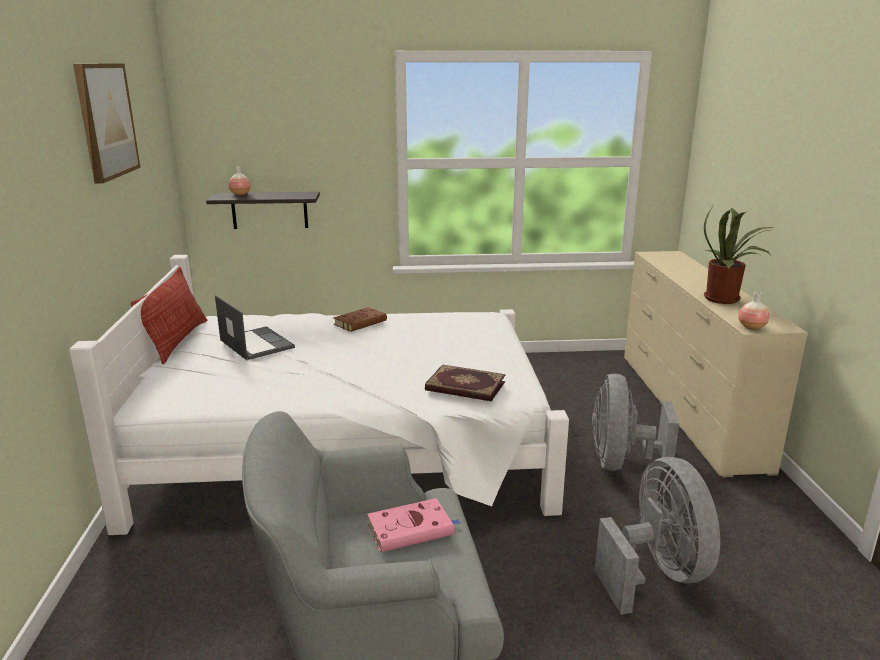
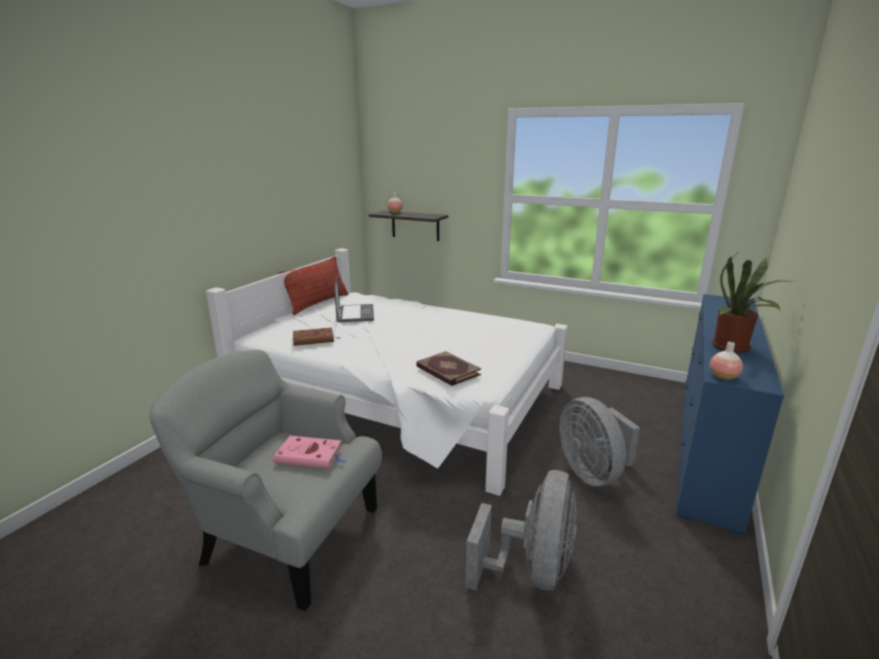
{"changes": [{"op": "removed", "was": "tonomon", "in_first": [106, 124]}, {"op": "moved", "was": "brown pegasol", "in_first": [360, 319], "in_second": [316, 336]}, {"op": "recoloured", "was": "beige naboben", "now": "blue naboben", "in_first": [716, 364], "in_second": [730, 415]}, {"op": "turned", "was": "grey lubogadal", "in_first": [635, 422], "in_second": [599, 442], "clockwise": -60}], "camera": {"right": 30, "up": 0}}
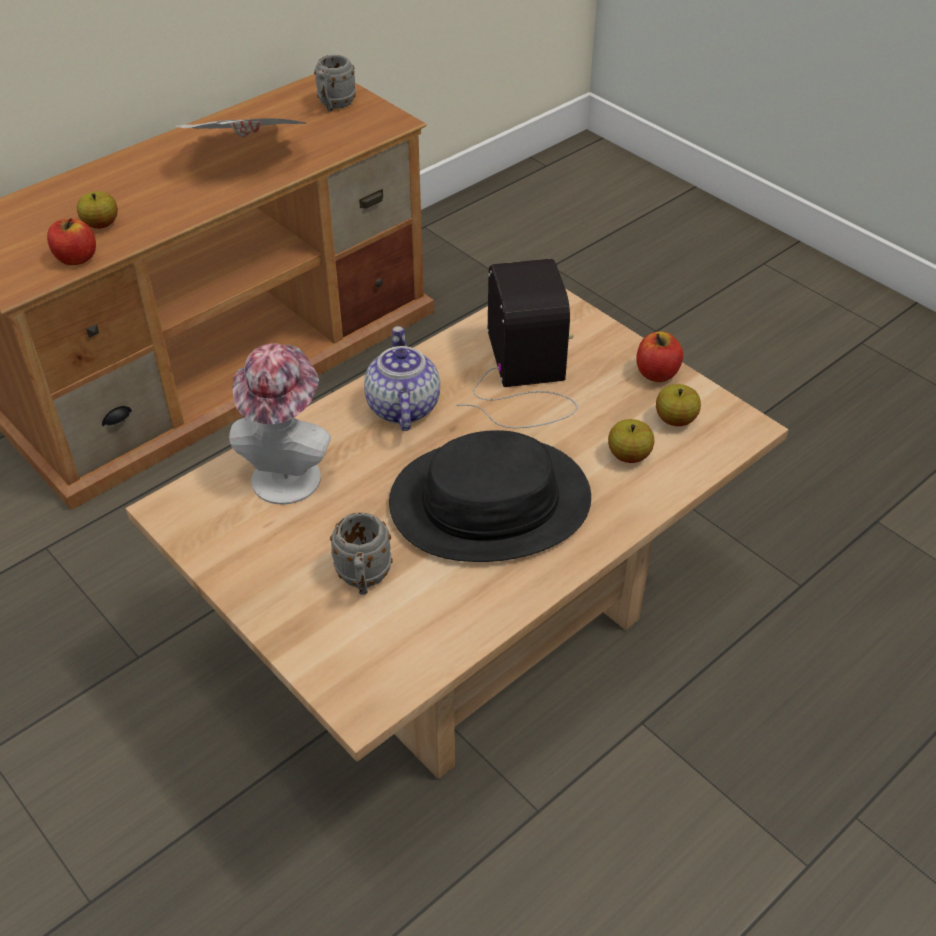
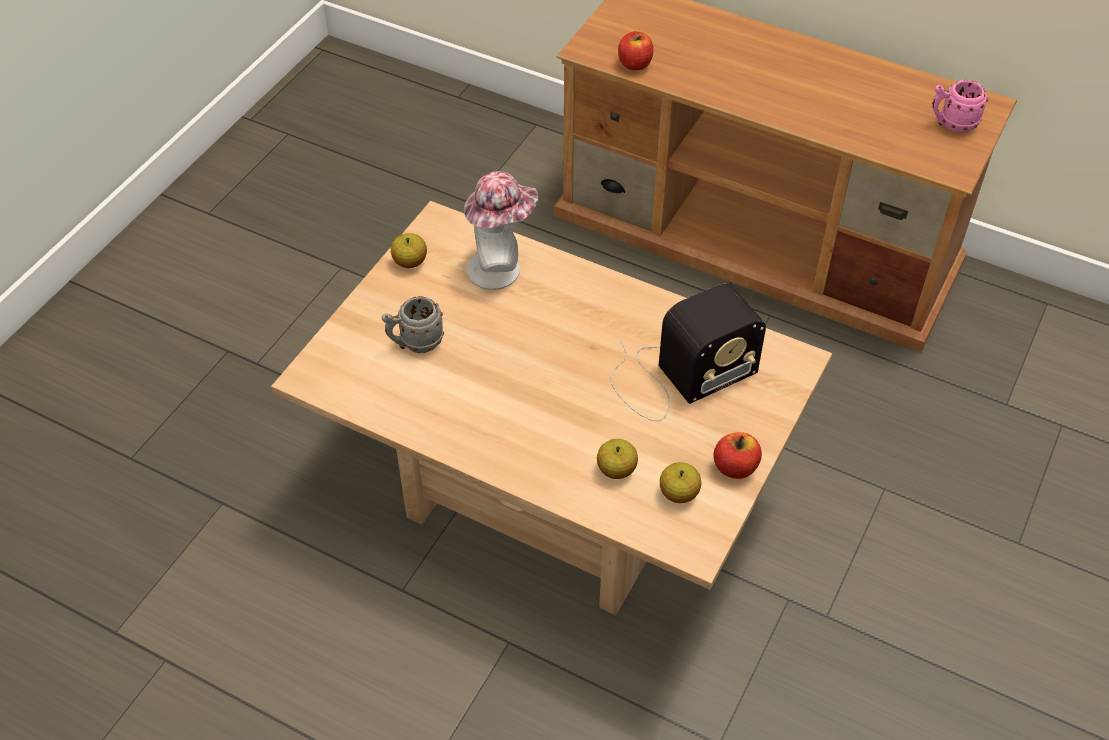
{"changes": [{"op": "removed", "was": "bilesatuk", "in_first": [241, 127]}, {"op": "removed", "was": "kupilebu", "in_first": [402, 378]}, {"op": "removed", "was": "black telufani", "in_first": [490, 496]}, {"op": "moved", "was": "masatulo", "in_first": [97, 210], "in_second": [409, 250]}, {"op": "recoloured", "was": "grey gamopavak", "now": "pink gamopavak", "in_first": [335, 83], "in_second": [960, 106]}], "camera": {"right": 70, "up": 5}}
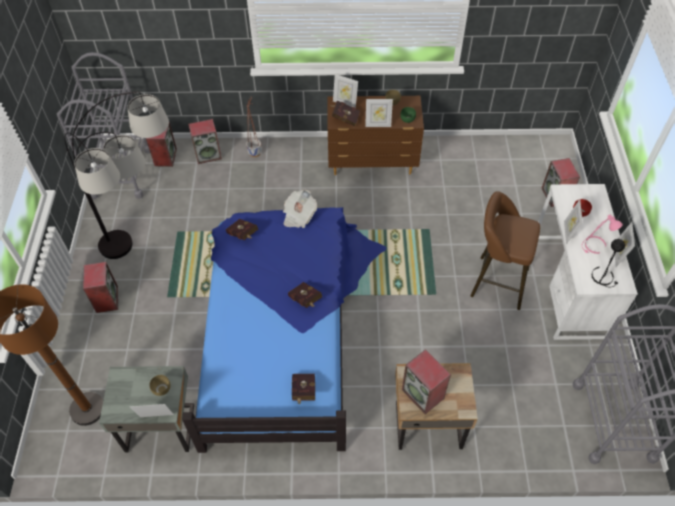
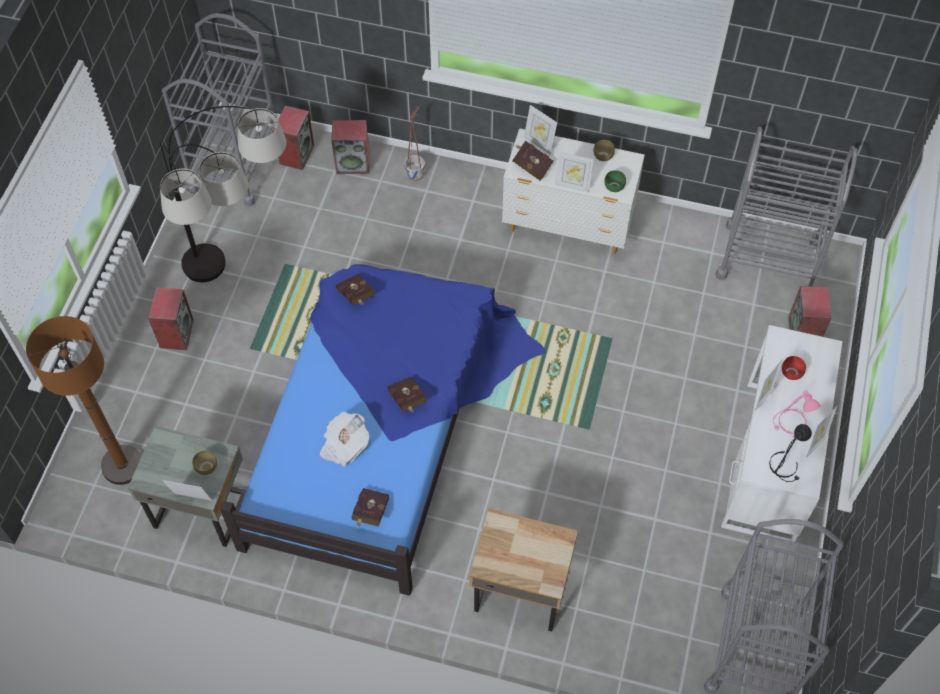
{"changes": [{"op": "removed", "was": "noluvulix", "in_first": [426, 381]}, {"op": "removed", "was": "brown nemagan", "in_first": [505, 250]}, {"op": "added", "now": "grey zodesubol", "in_second": [786, 206]}, {"op": "moved", "was": "bilesatuk", "in_first": [300, 209], "in_second": [344, 439]}, {"op": "recoloured", "was": "brown naboben", "now": "white naboben", "in_first": [376, 135], "in_second": [573, 191]}], "camera": {"right": 15, "up": 5}}
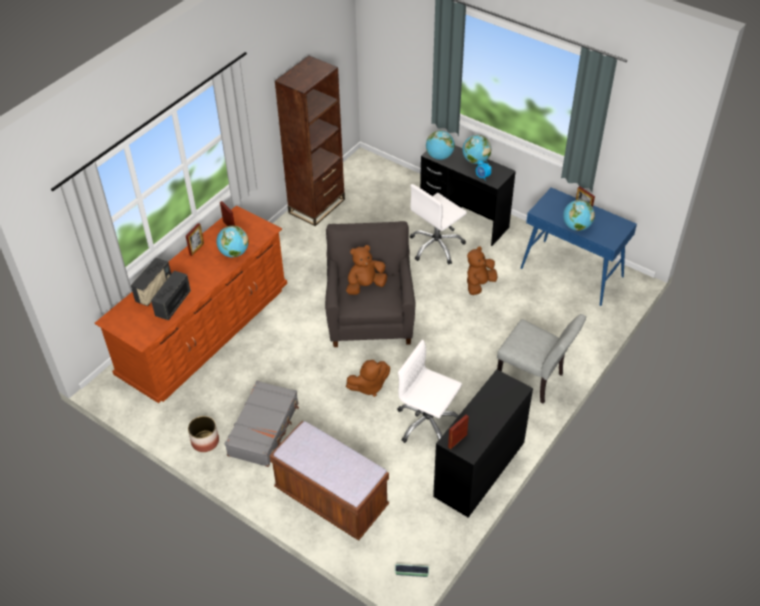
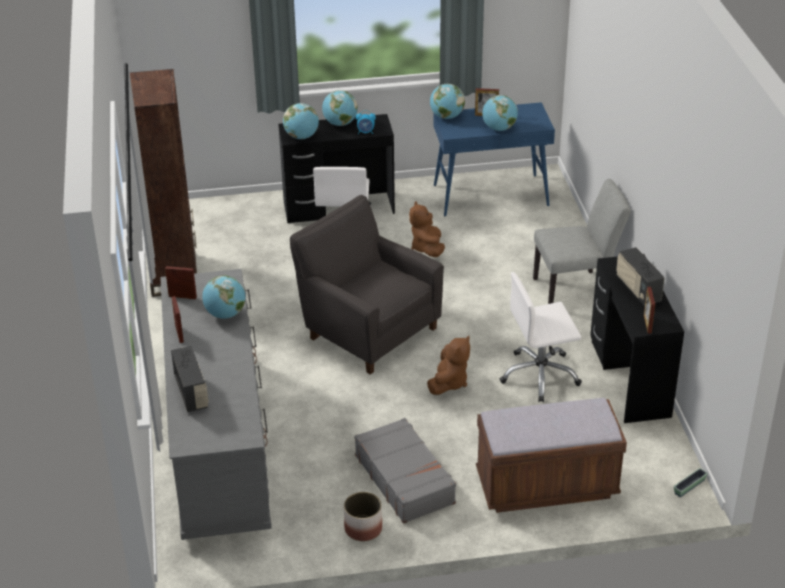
{"changes": [{"op": "removed", "was": "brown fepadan", "in_first": [366, 270]}, {"op": "added", "now": "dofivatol", "in_second": [447, 101]}, {"op": "moved", "was": "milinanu", "in_first": [171, 295], "in_second": [640, 276]}, {"op": "recoloured", "was": "brown naboben", "now": "grey naboben", "in_first": [191, 304], "in_second": [216, 404]}], "camera": {"right": -45, "up": -10}}
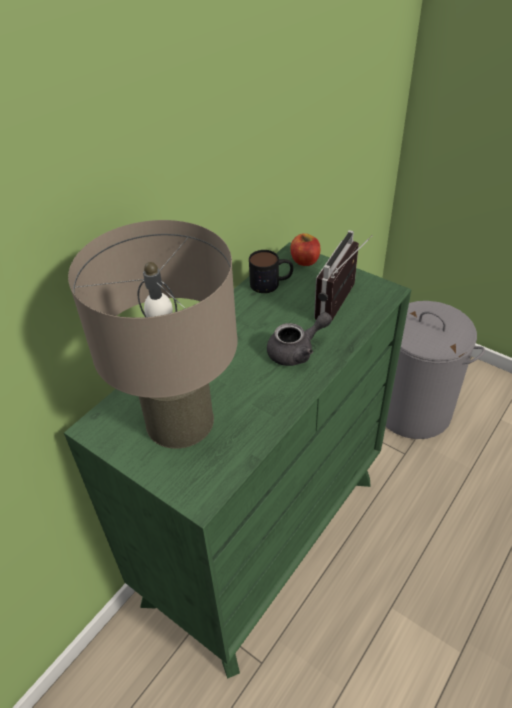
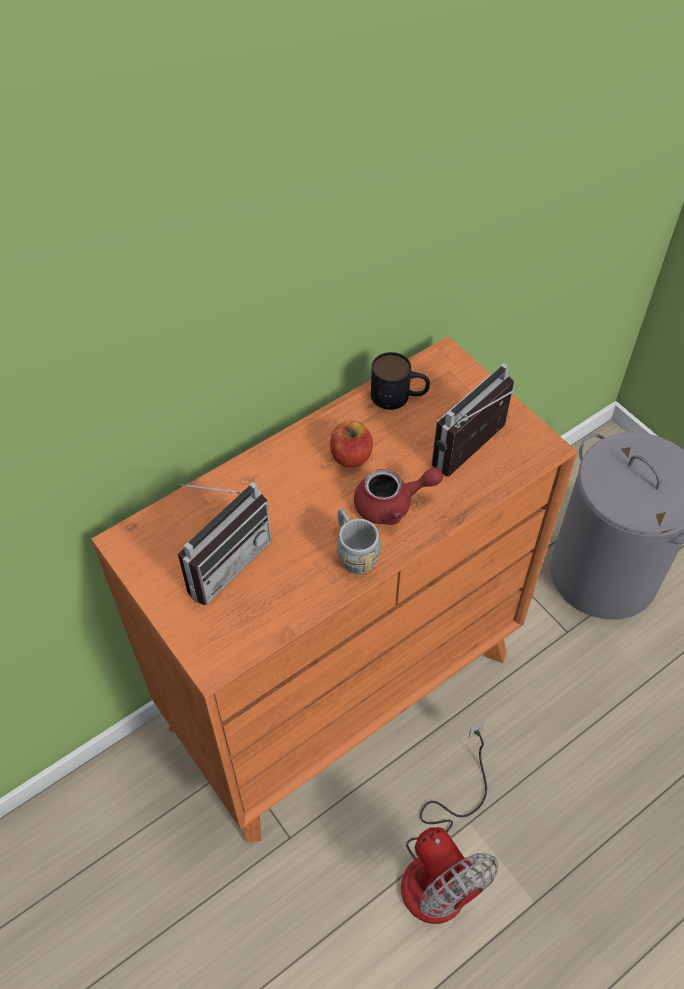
{"changes": [{"op": "added", "now": "grey gamopavak", "in_second": [359, 541]}, {"op": "added", "now": "lubogadal", "in_second": [449, 822]}, {"op": "moved", "was": "masatulo", "in_first": [305, 249], "in_second": [351, 444]}, {"op": "replaced", "was": "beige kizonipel", "now": "milinanu", "in_first": [153, 334], "in_second": [224, 544]}, {"op": "recoloured", "was": "green naboben", "now": "orange naboben", "in_first": [238, 460], "in_second": [334, 589]}, {"op": "recoloured", "was": "grey kupilebu", "now": "red kupilebu", "in_first": [299, 339], "in_second": [398, 496]}], "camera": {"right": 15, "up": 10}}
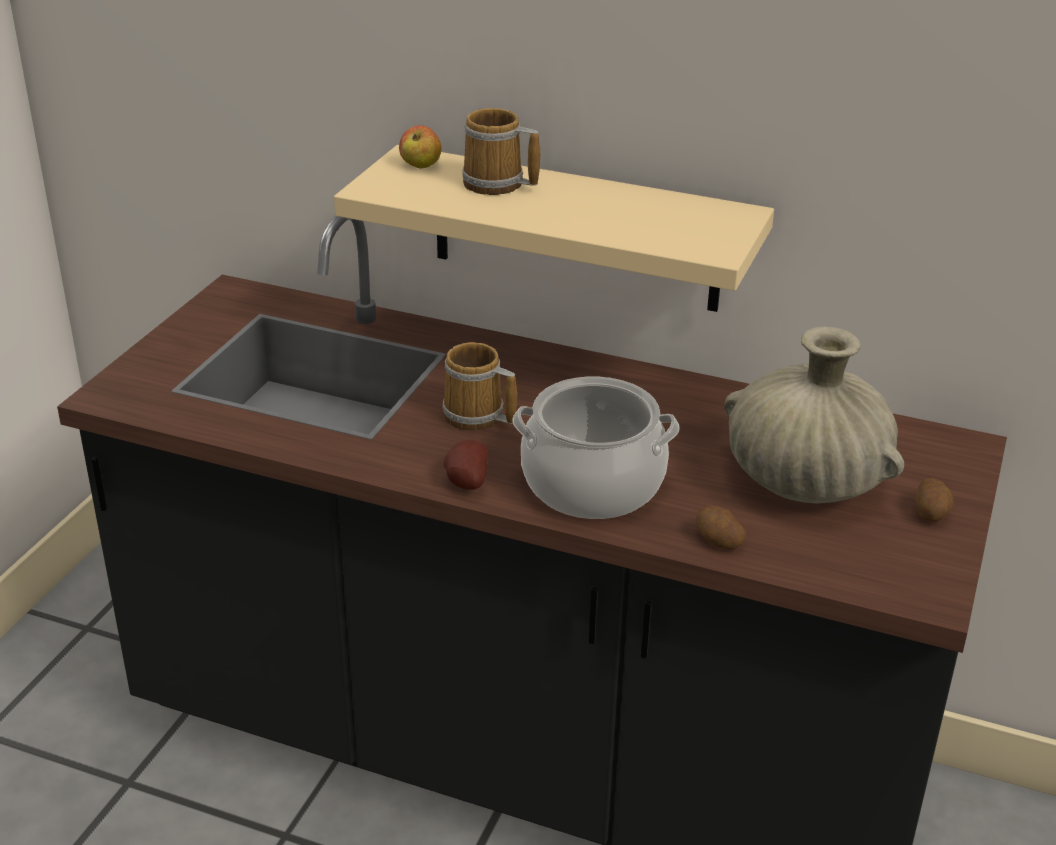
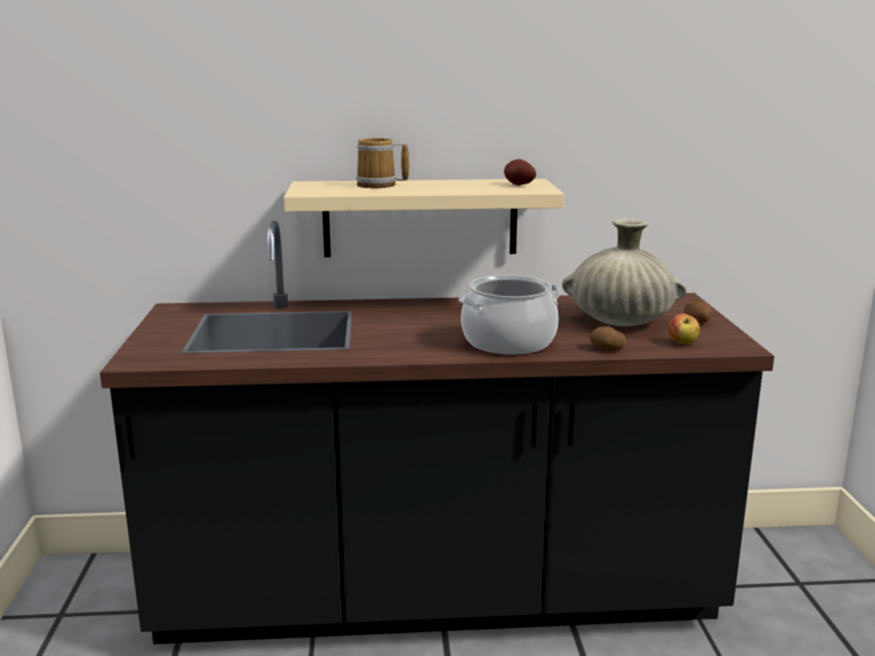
{"changes": [{"op": "removed", "was": "gamopavak", "in_first": [479, 386]}, {"op": "moved", "was": "masatulo", "in_first": [420, 146], "in_second": [684, 329]}, {"op": "moved", "was": "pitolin", "in_first": [466, 464], "in_second": [520, 172]}], "camera": {"right": -25, "up": -15}}
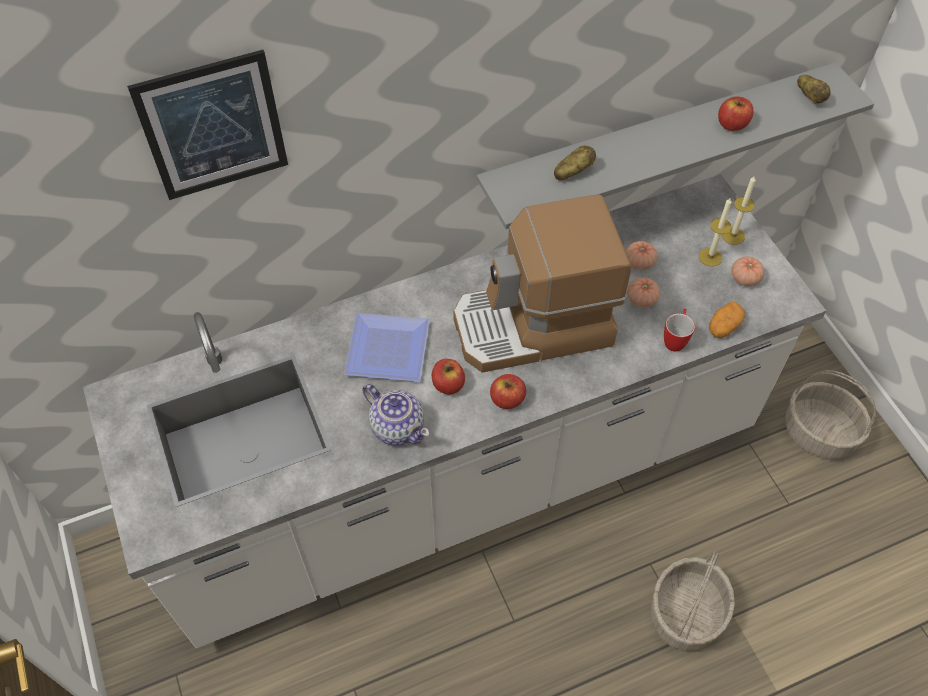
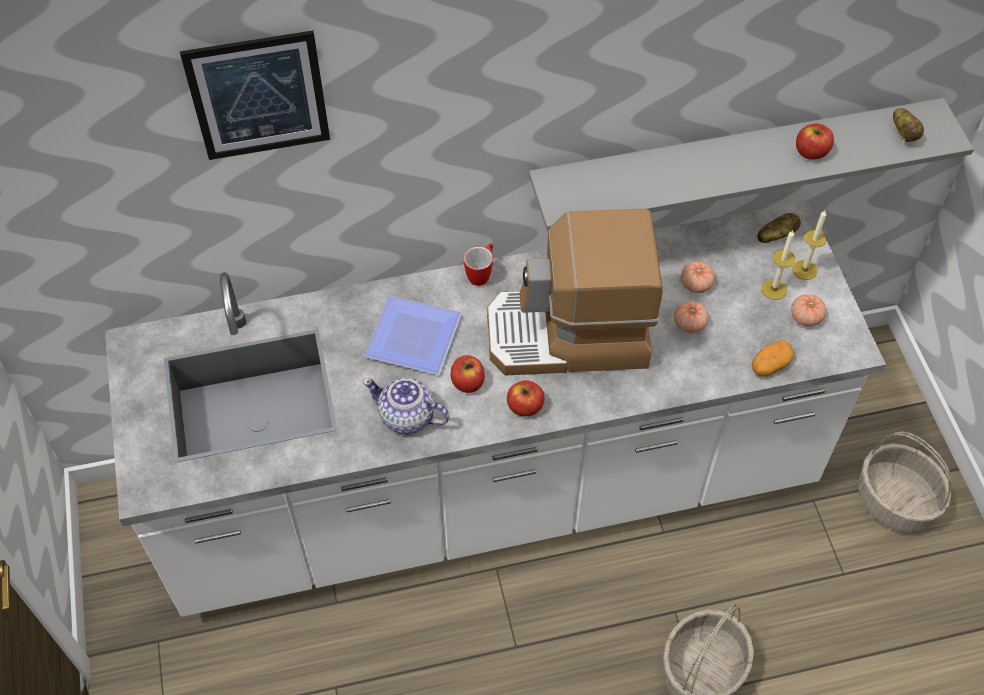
{"changes": [{"op": "moved", "was": "pitolin", "in_first": [575, 163], "in_second": [779, 228]}, {"op": "moved", "was": "gamopavak", "in_first": [679, 330], "in_second": [478, 265]}, {"op": "turned", "was": "kupilebu", "in_first": [396, 415], "in_second": [406, 405], "clockwise": 150}], "camera": {"right": 10, "up": 0}}
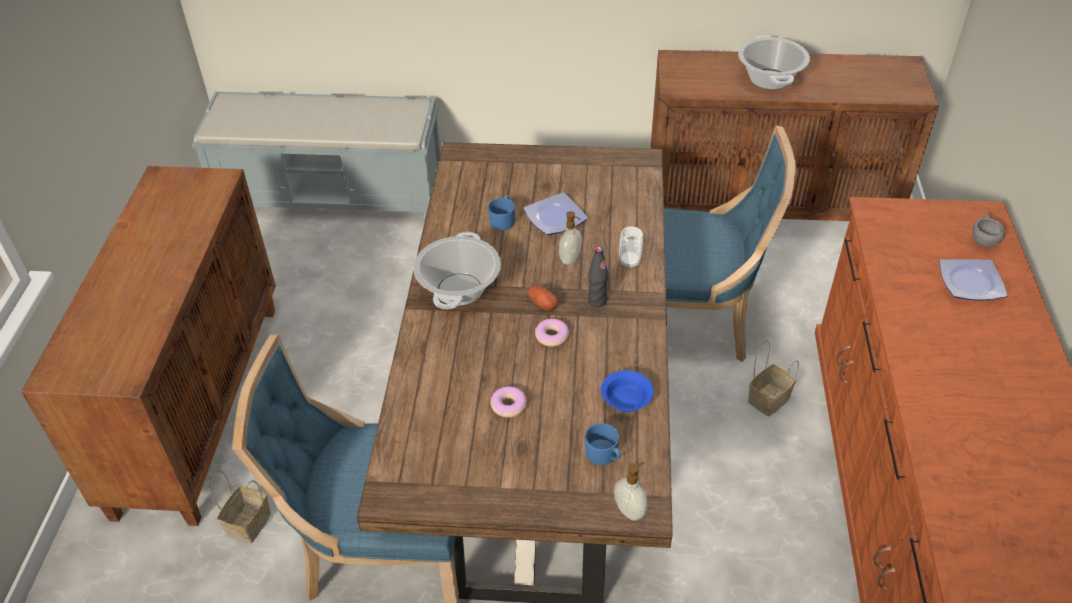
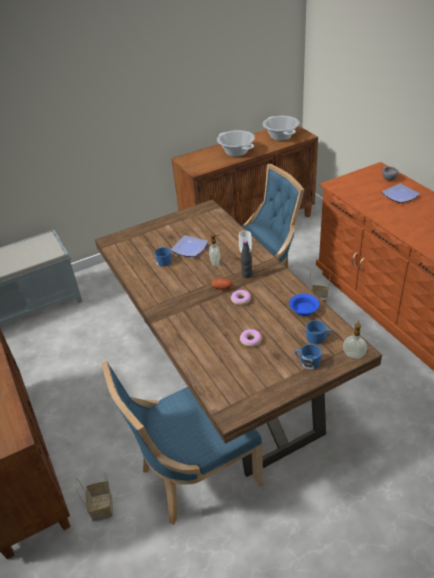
{"changes": [{"op": "added", "now": "blue gamopavak", "in_second": [308, 356]}, {"op": "moved", "was": "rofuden", "in_first": [457, 270], "in_second": [281, 128]}], "camera": {"right": -30, "up": -5}}
